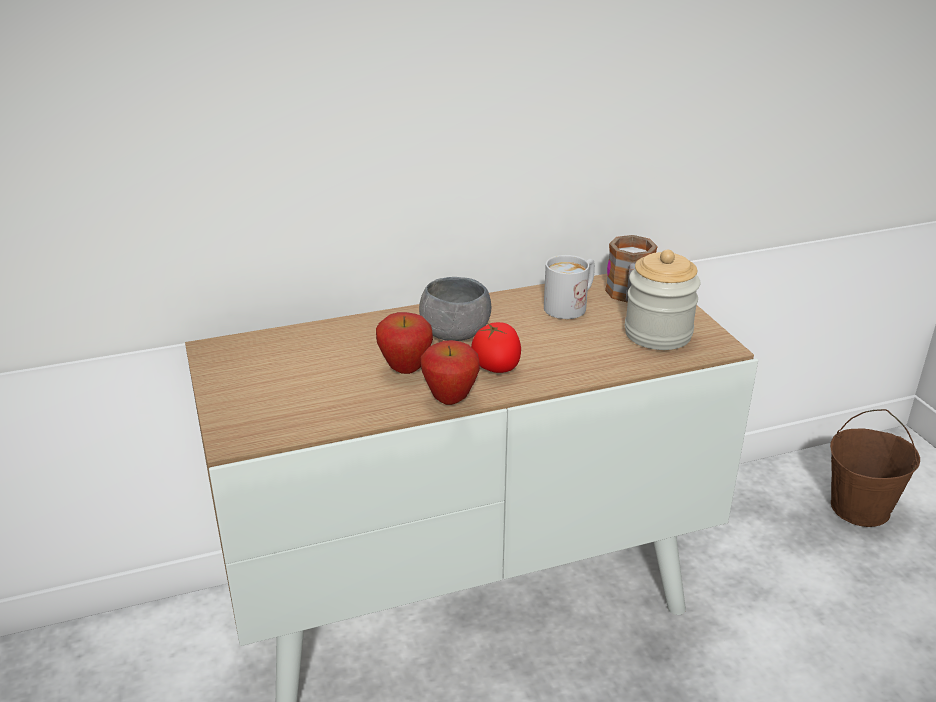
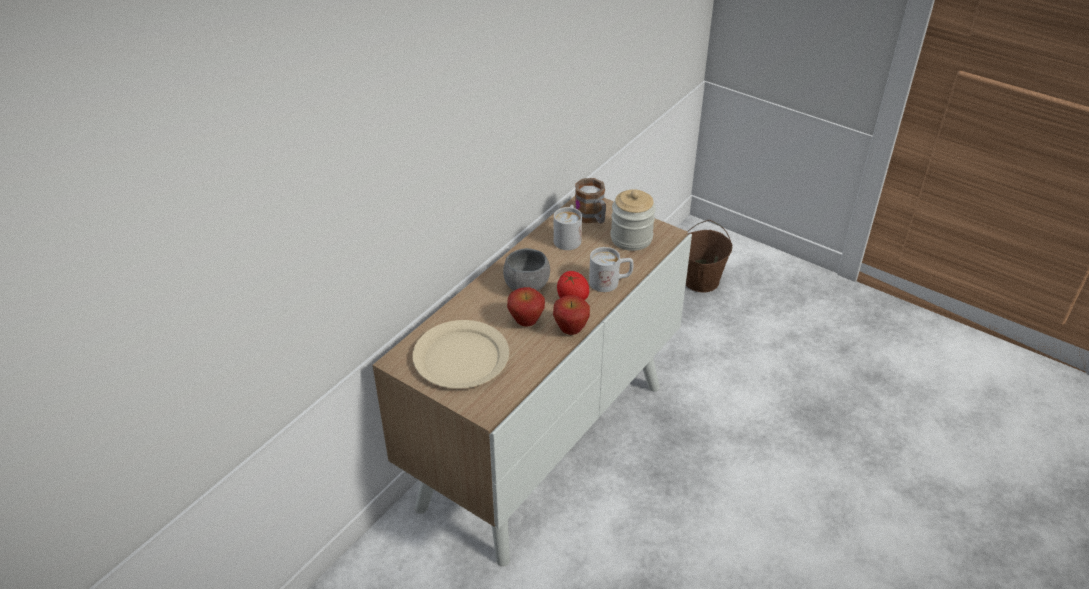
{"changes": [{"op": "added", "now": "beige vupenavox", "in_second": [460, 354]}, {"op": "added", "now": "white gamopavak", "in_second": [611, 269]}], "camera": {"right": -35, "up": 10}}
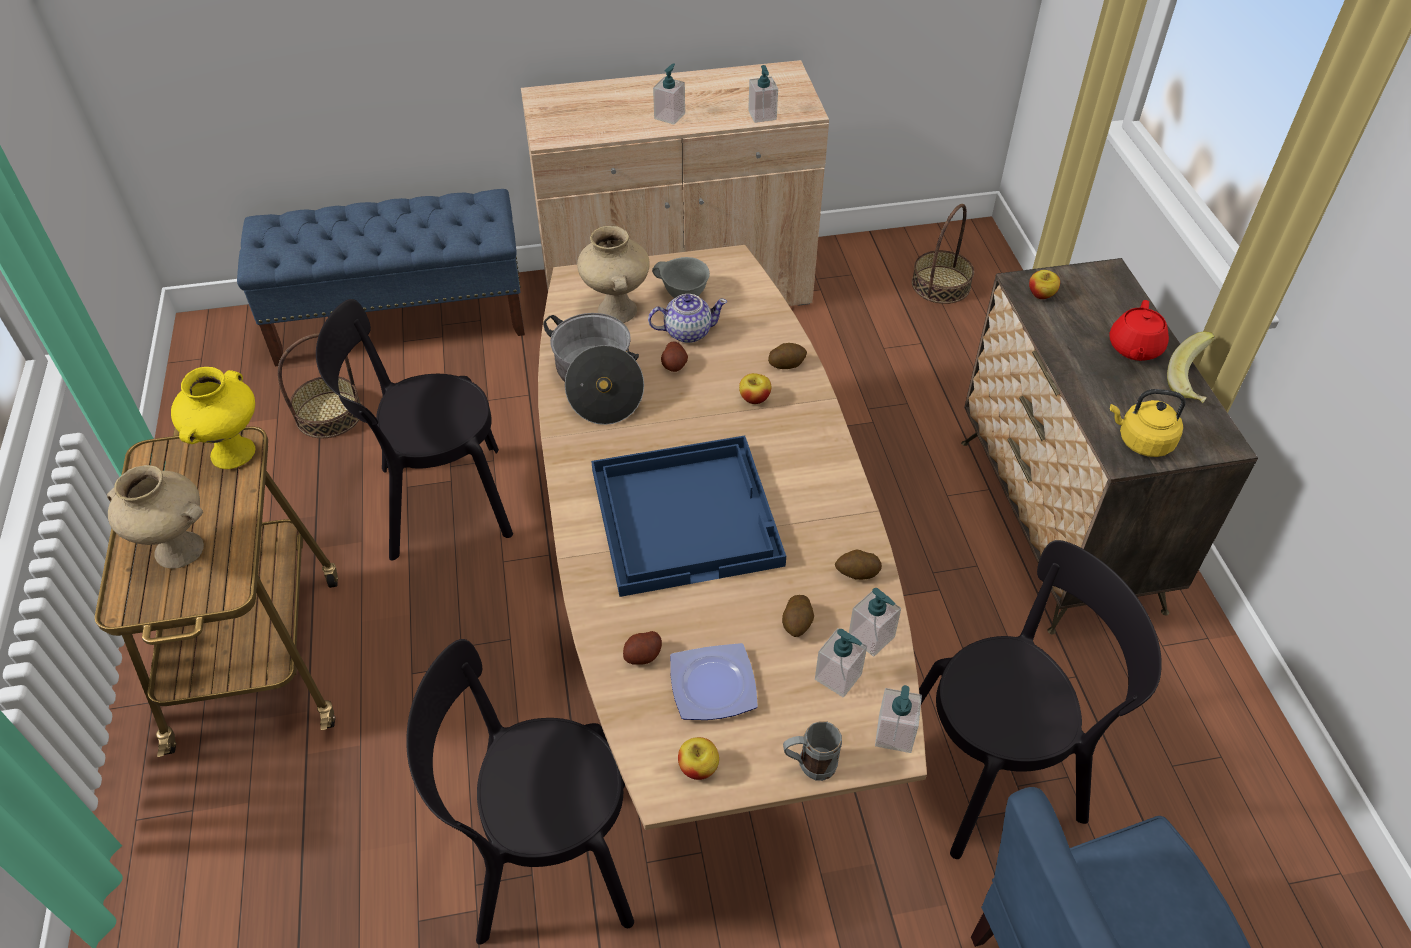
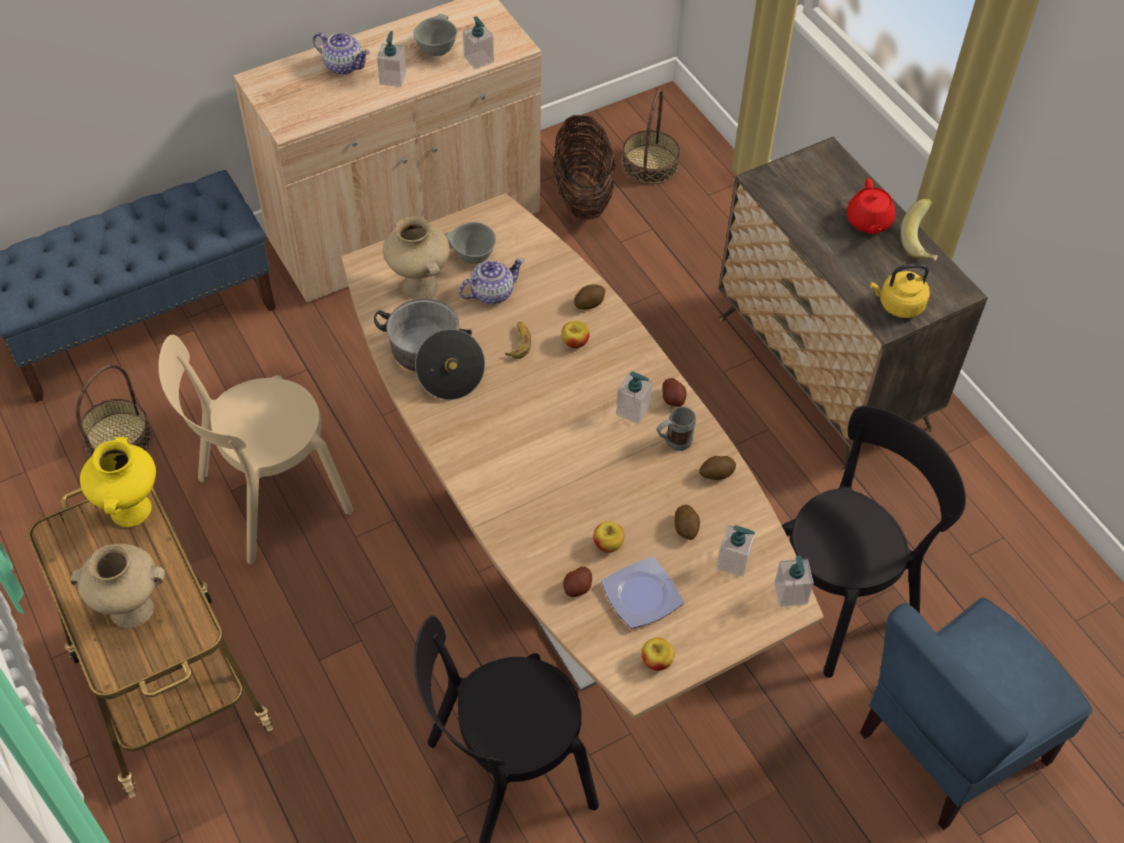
{"changes": [{"op": "removed", "was": "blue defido", "in_first": [688, 516]}, {"op": "added", "now": "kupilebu", "in_second": [341, 53]}, {"op": "added", "now": "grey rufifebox", "in_second": [435, 35]}, {"op": "added", "now": "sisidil", "in_second": [518, 340]}, {"op": "added", "now": "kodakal", "in_second": [584, 166]}, {"op": "moved", "was": "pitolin", "in_first": [674, 356], "in_second": [675, 392]}, {"op": "moved", "was": "grey gamopavak", "in_first": [812, 751], "in_second": [676, 428]}, {"op": "moved", "was": "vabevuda", "in_first": [875, 622], "in_second": [634, 397]}, {"op": "moved", "was": "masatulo", "in_first": [1044, 284], "in_second": [608, 536]}, {"op": "recoloured", "was": "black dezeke", "now": "beige dezeke", "in_first": [414, 429], "in_second": [256, 449]}], "camera": {"right": -20, "up": 5}}
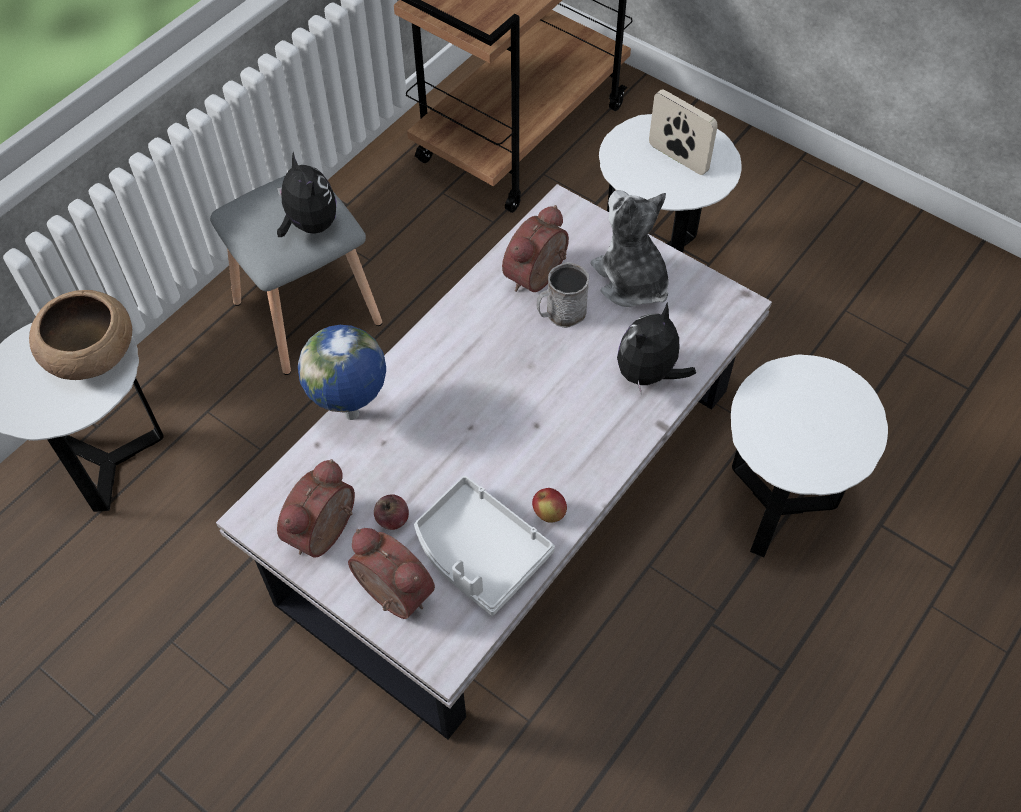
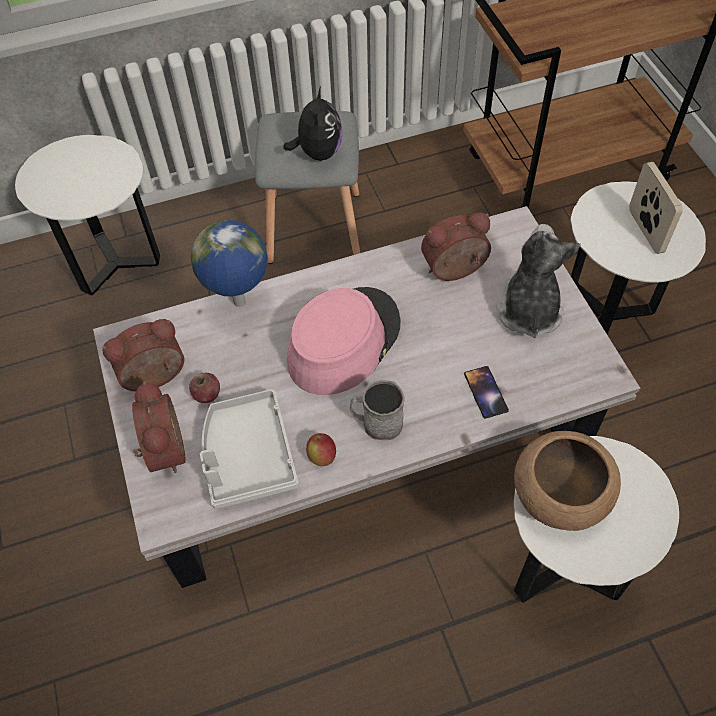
{"changes": [{"op": "added", "now": "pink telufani", "in_second": [343, 341]}, {"op": "moved", "was": "brown rufifebox", "in_first": [80, 335], "in_second": [567, 481]}, {"op": "moved", "was": "grey gamopavak", "in_first": [563, 295], "in_second": [377, 410]}, {"op": "replaced", "was": "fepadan", "now": "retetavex", "in_first": [656, 349], "in_second": [486, 392]}], "camera": {"right": 35, "up": 0}}
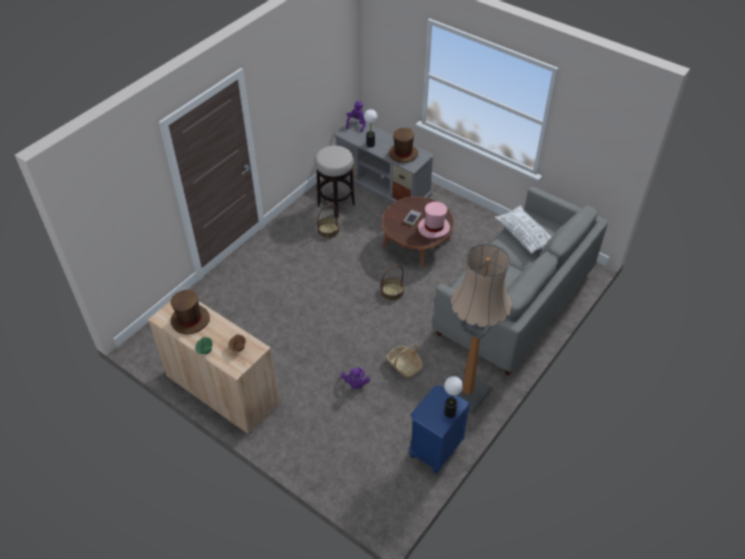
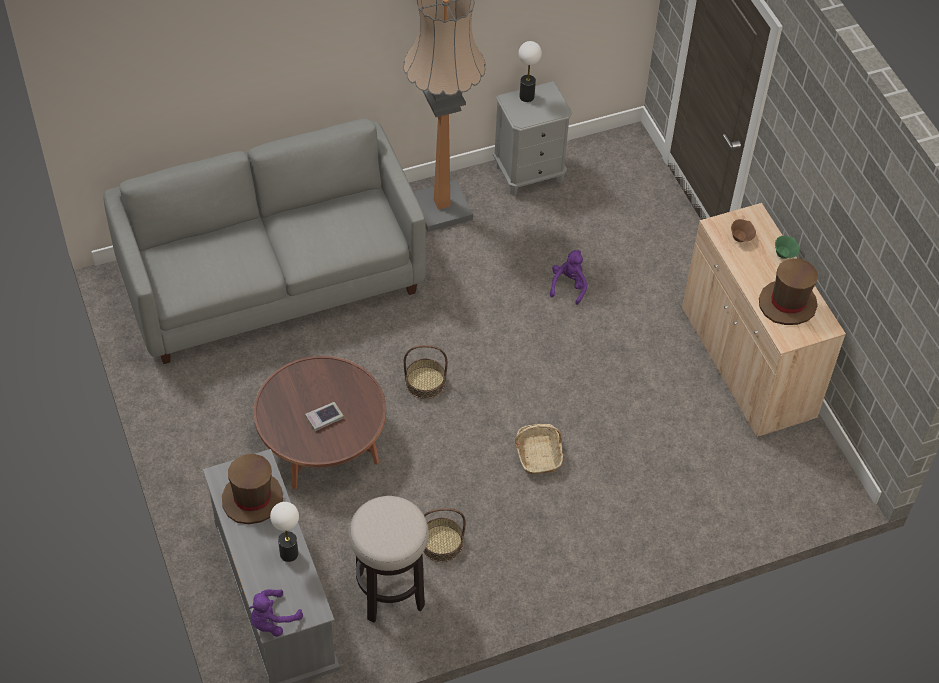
{"changes": [{"op": "removed", "was": "pink telufani", "in_first": [434, 220]}, {"op": "removed", "was": "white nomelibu", "in_first": [523, 230]}, {"op": "moved", "was": "kodakal", "in_first": [404, 361], "in_second": [539, 449]}, {"op": "recoloured", "was": "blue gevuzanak", "now": "grey gevuzanak", "in_first": [439, 429], "in_second": [532, 138]}], "camera": {"right": -150, "up": 5}}
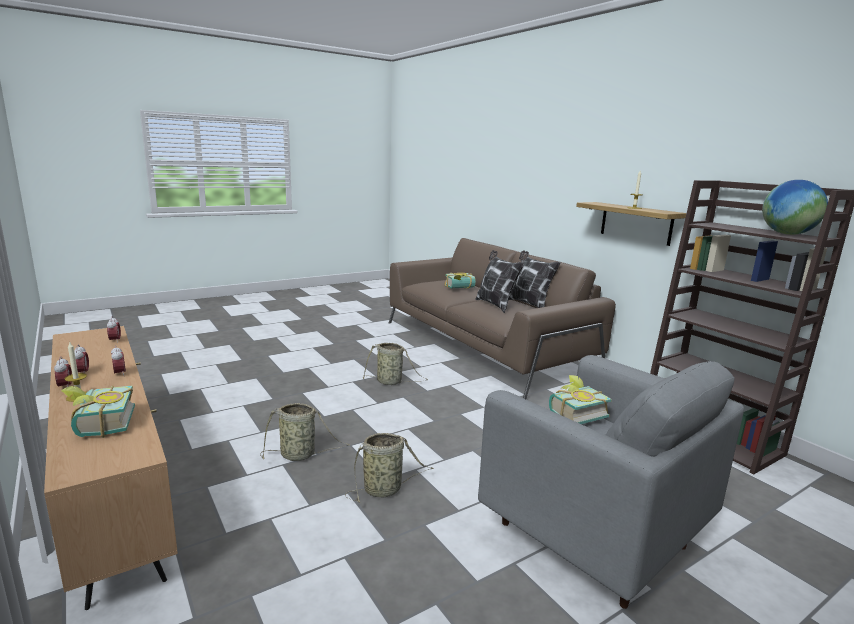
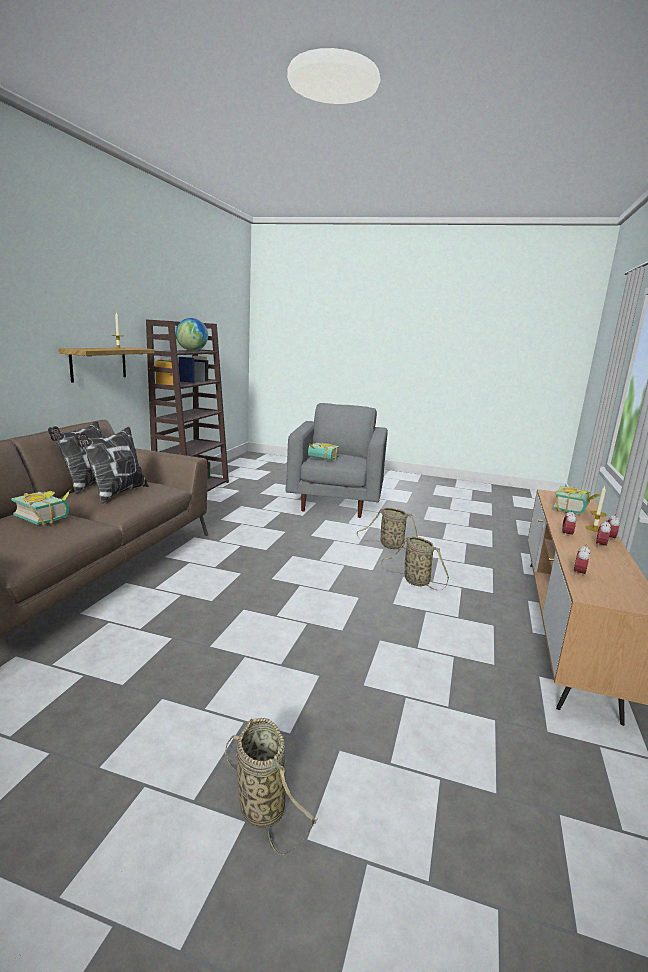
{"changes": [{"op": "moved", "was": "kodakal", "in_first": [395, 364], "in_second": [271, 787]}], "camera": {"right": -130, "up": 0}}
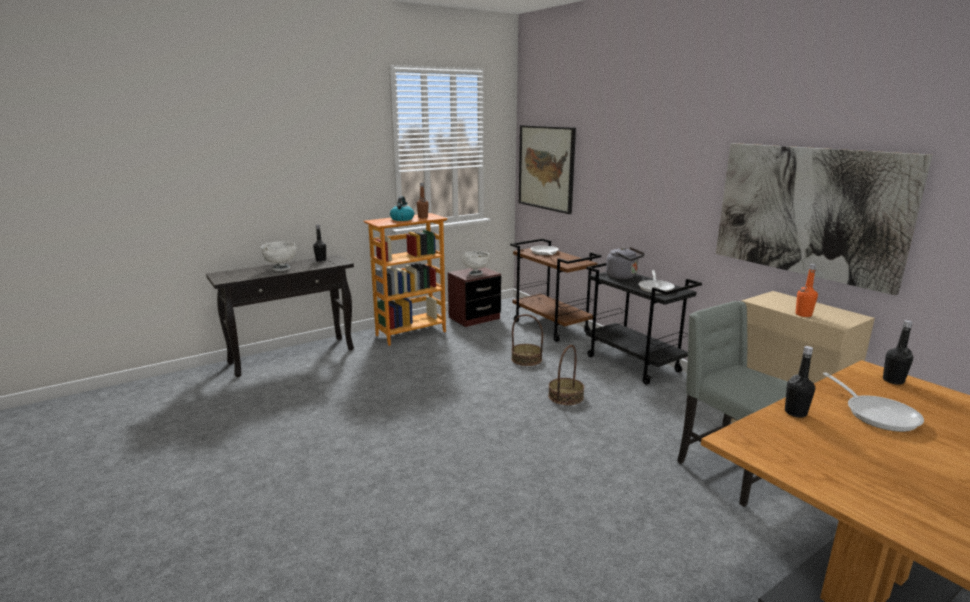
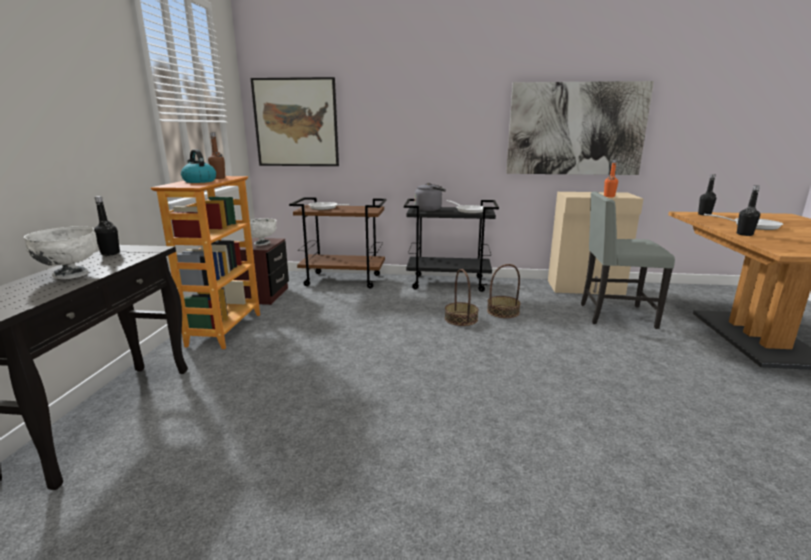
{"changes": [{"op": "moved", "was": "kodakal", "in_first": [527, 340], "in_second": [504, 291]}], "camera": {"right": -50, "up": 0}}
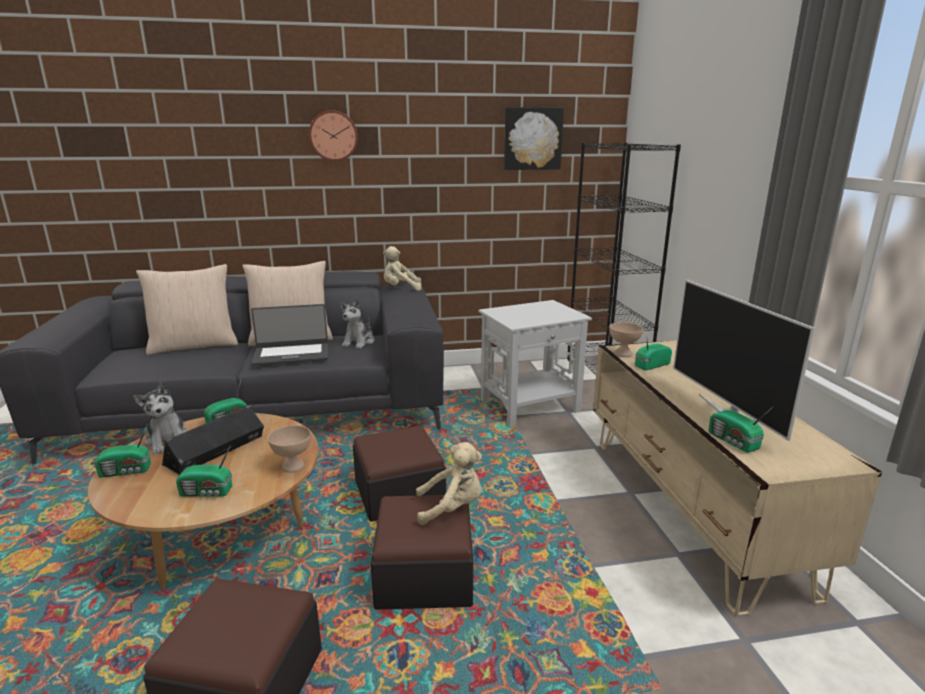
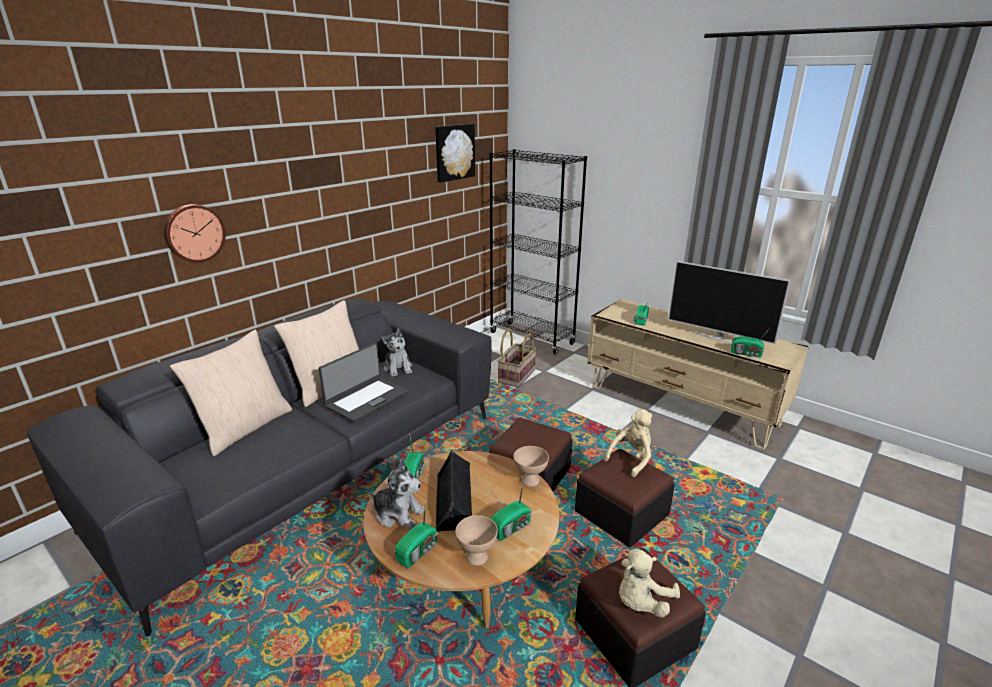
{"changes": [{"op": "moved", "was": "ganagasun", "in_first": [333, 135], "in_second": [195, 233]}, {"op": "moved", "was": "beige fepadan", "in_first": [402, 268], "in_second": [649, 583]}, {"op": "moved", "was": "beige rufifebox", "in_first": [626, 339], "in_second": [476, 540]}, {"op": "replaced", "was": "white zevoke", "now": "kodakal", "in_first": [535, 363], "in_second": [517, 358]}], "camera": {"right": -40, "up": 5}}
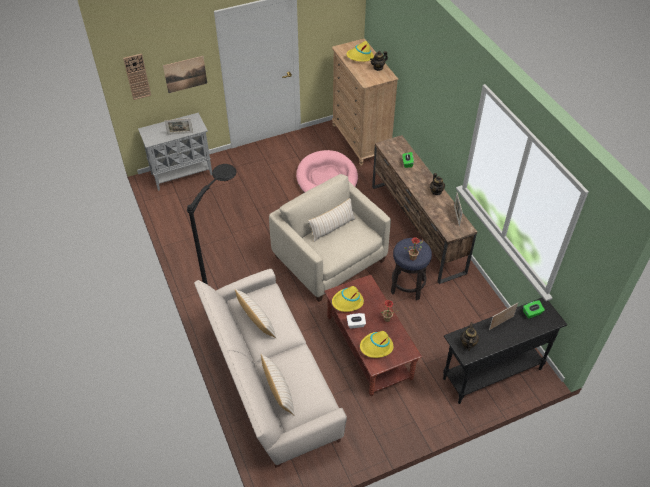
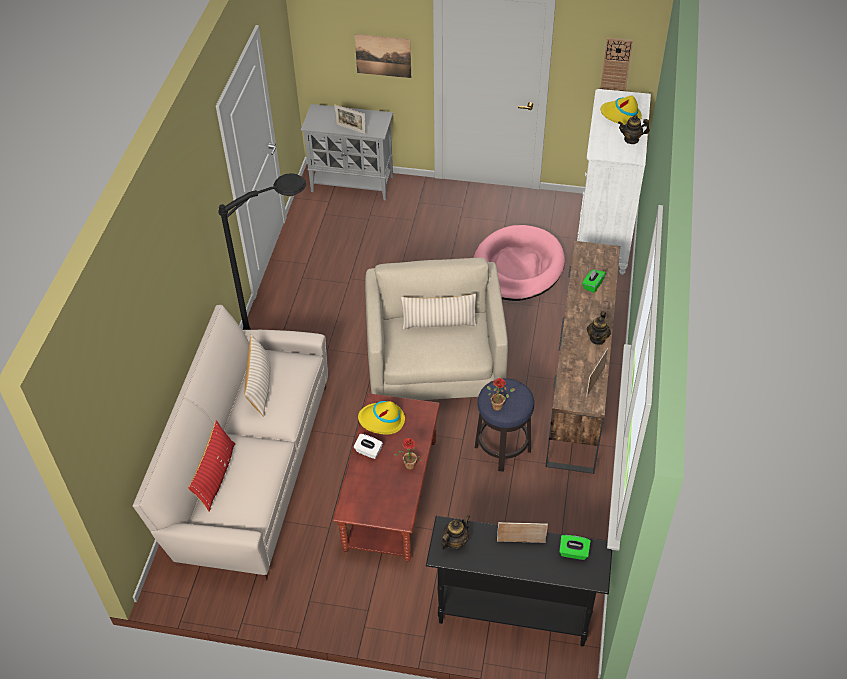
{"changes": [{"op": "removed", "was": "yellow telufani", "in_first": [376, 344]}, {"op": "moved", "was": "ganagasun", "in_first": [137, 77], "in_second": [616, 64]}, {"op": "recoloured", "was": "beige nomelibu", "now": "red nomelibu", "in_first": [278, 384], "in_second": [211, 466]}, {"op": "recoloured", "was": "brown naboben", "now": "white naboben", "in_first": [365, 102], "in_second": [614, 182]}], "camera": {"right": 35, "up": 0}}
